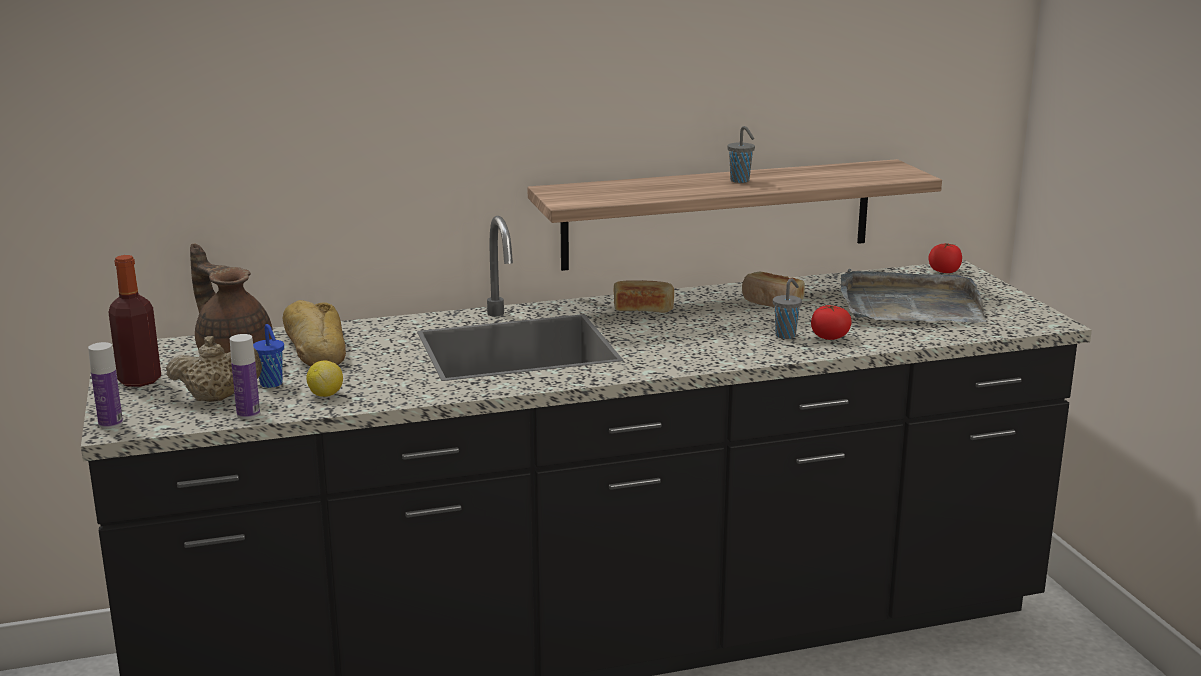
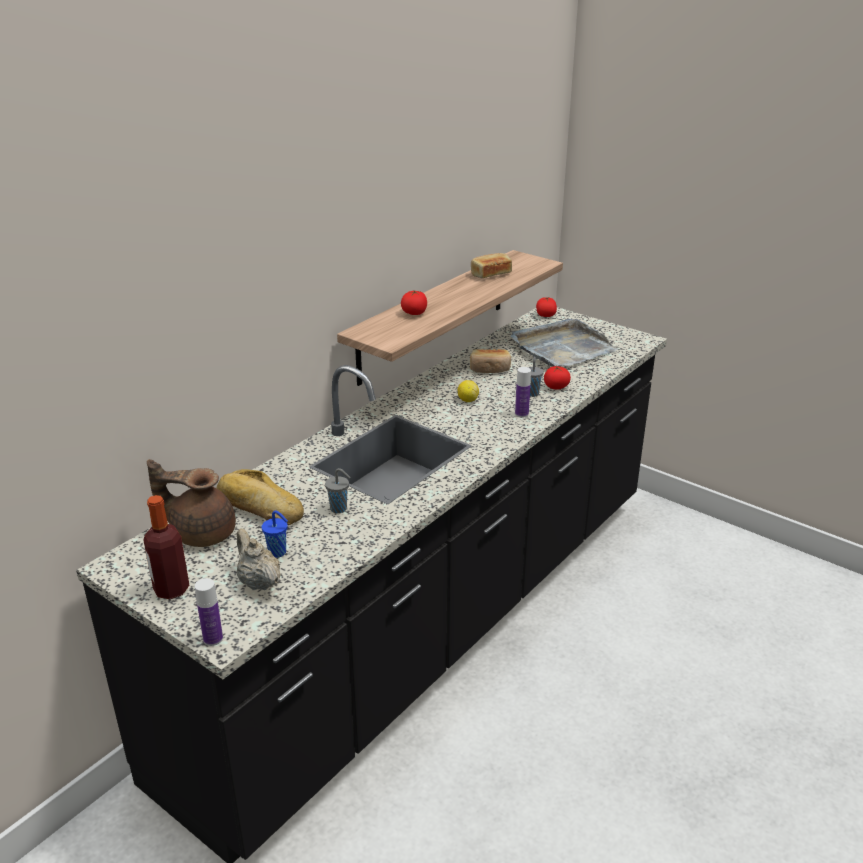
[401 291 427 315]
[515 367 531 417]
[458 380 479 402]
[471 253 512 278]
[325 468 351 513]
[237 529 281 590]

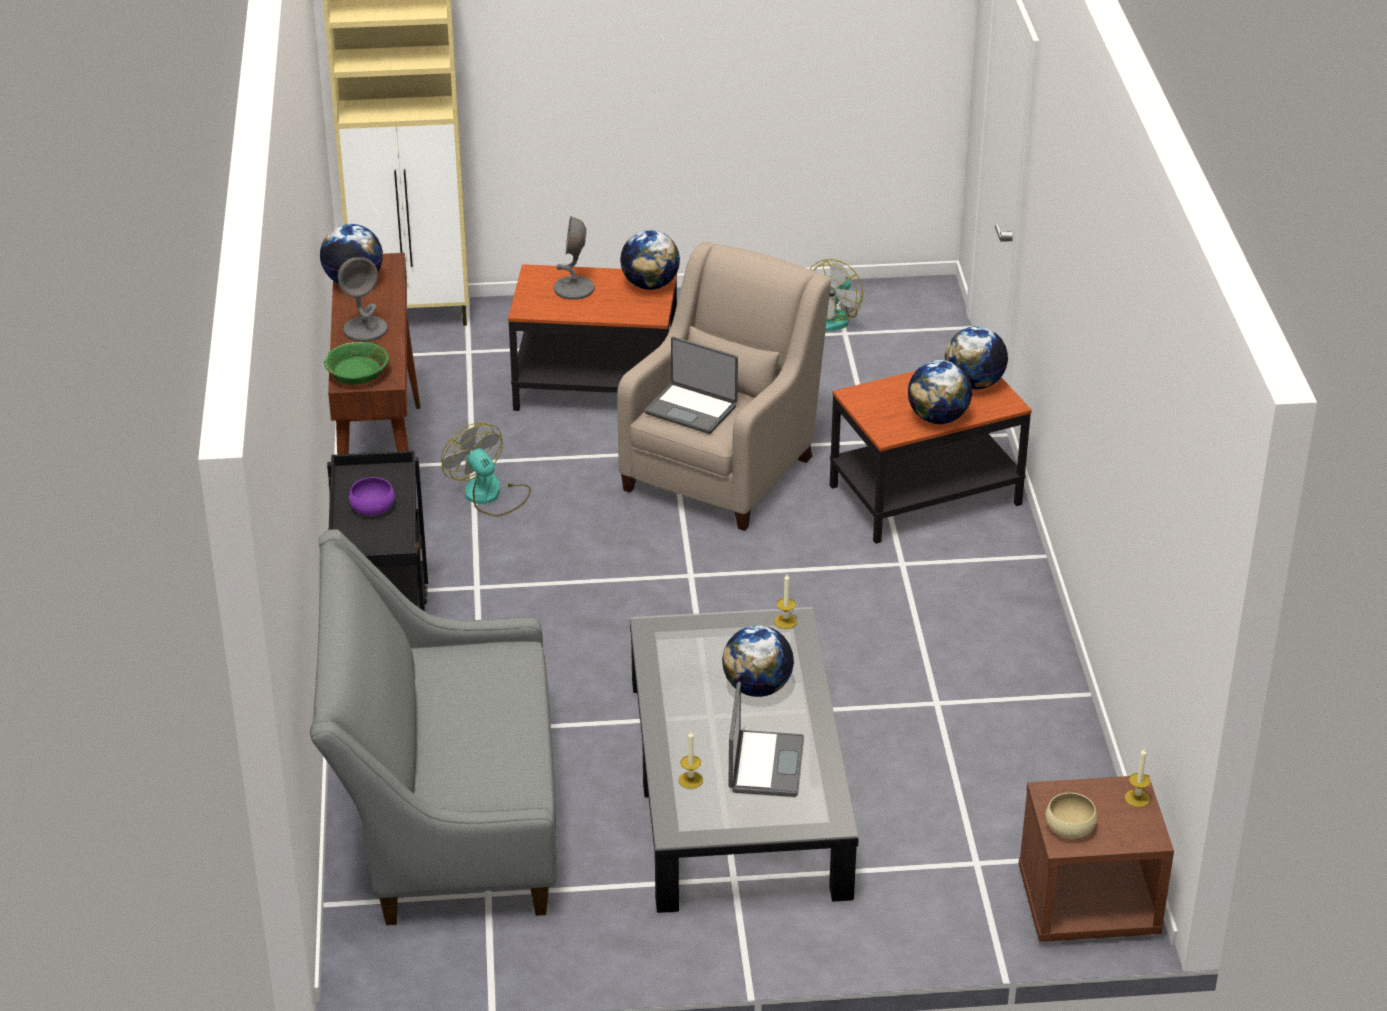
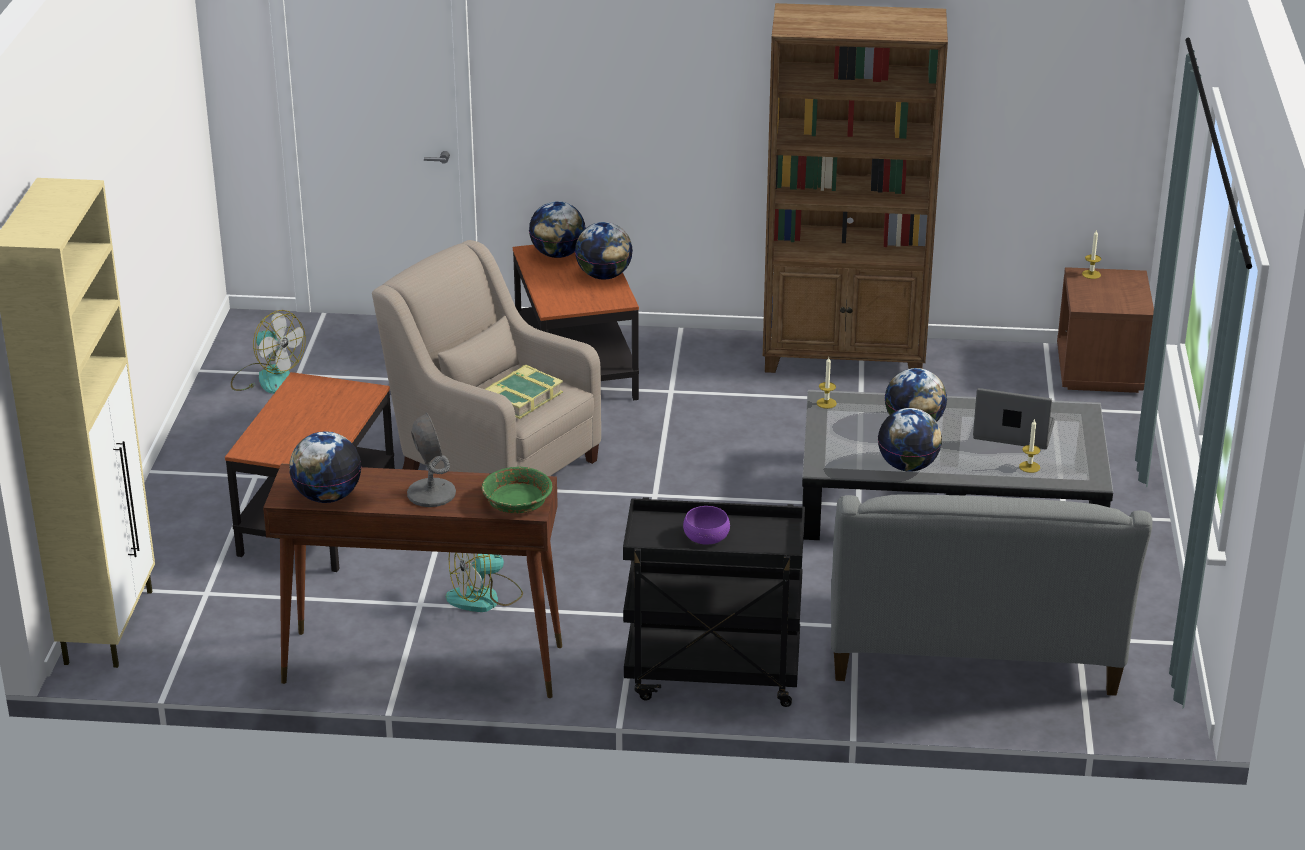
[554 216 595 300] (first image)
[1046 793 1097 839] (first image)
[763 3 948 373]
[878 408 942 472]
[485 365 563 419]

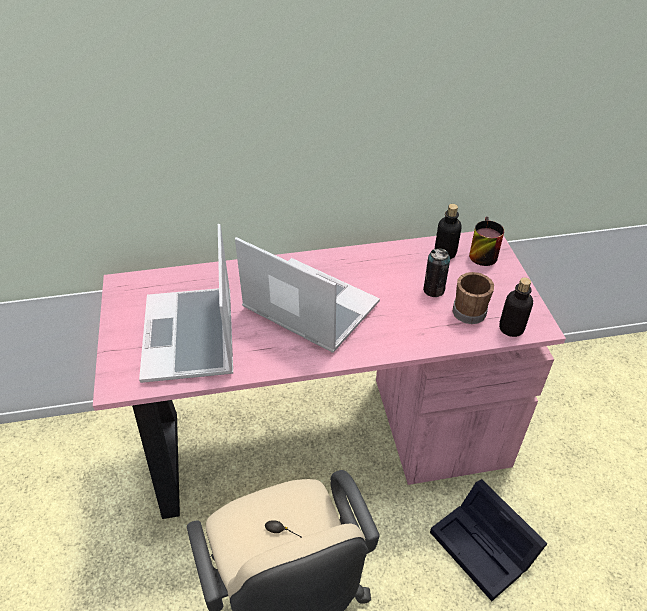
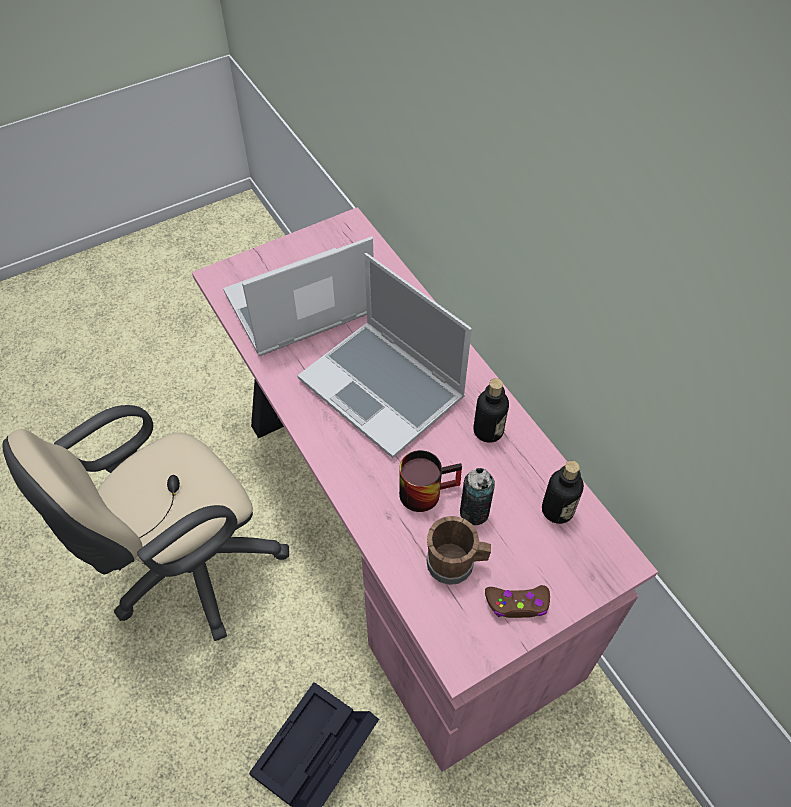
[485 585 550 618]
[399 450 462 512]
[473 378 509 443]
[297 253 472 458]

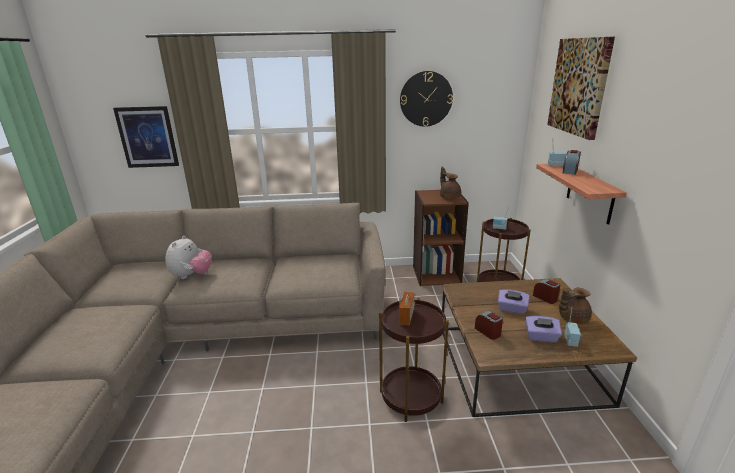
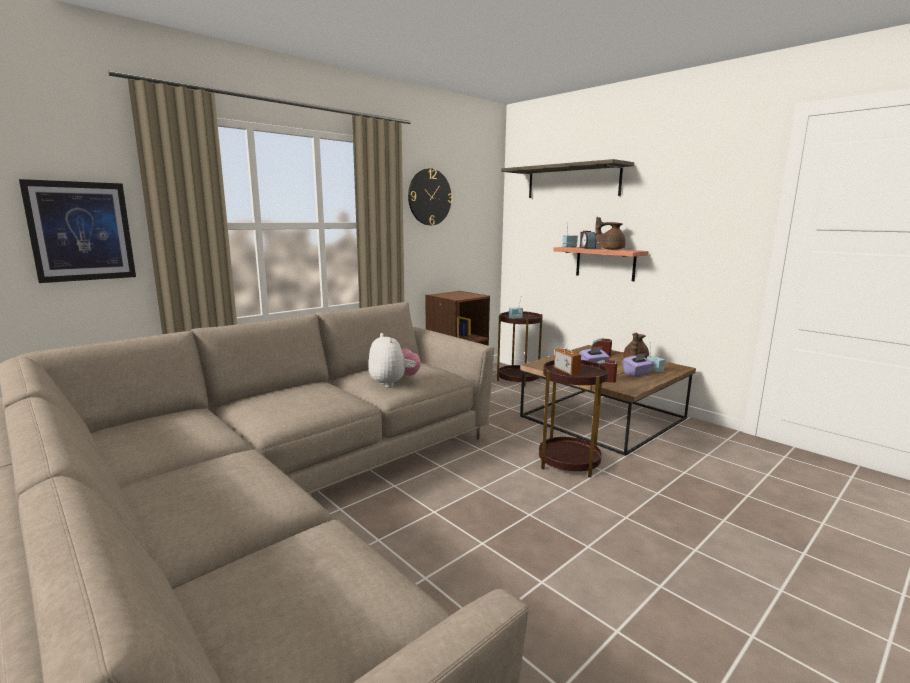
[369 333 421 388]
[595 217 626 250]
[501 159 634 198]

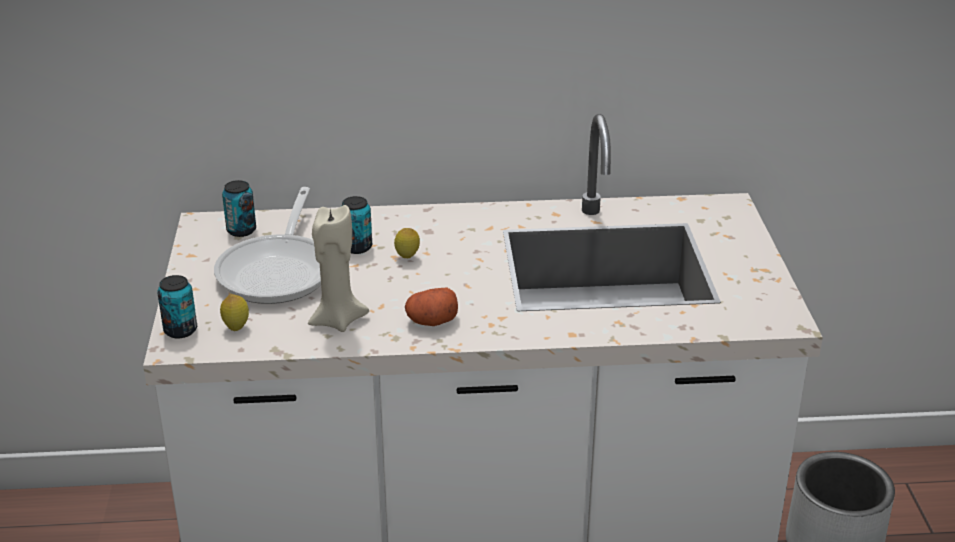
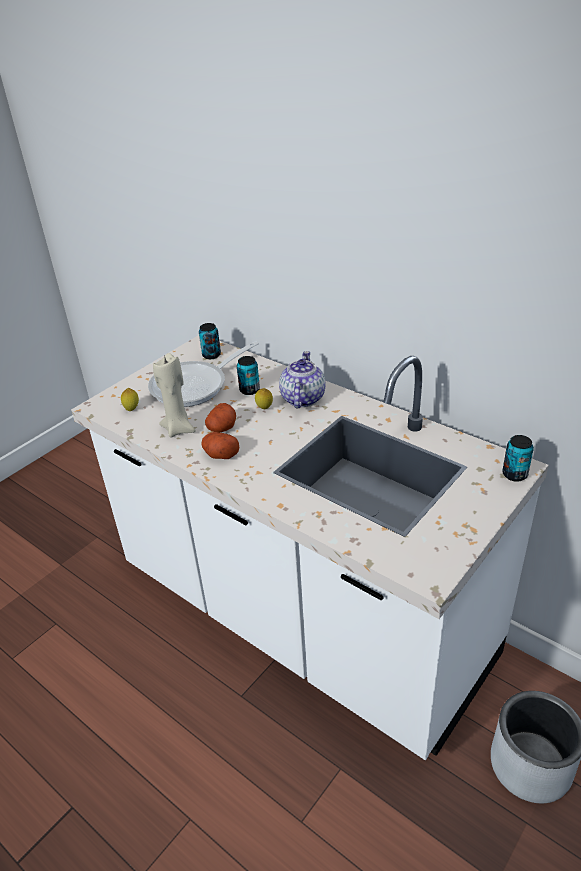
[205 403 236 432]
[279 351 326 408]
[502 435 534 482]

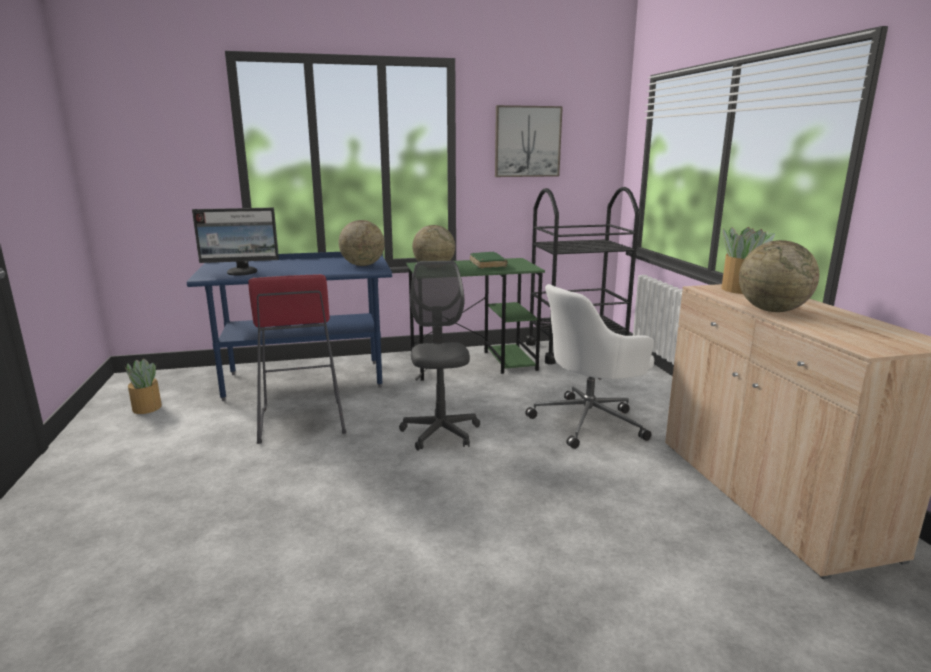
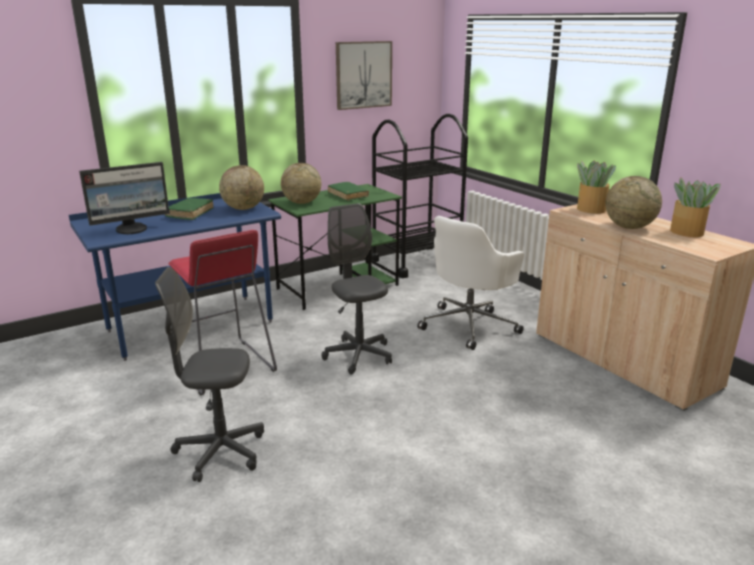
[155 267 264 482]
[165 198 214 220]
[670 177 721 237]

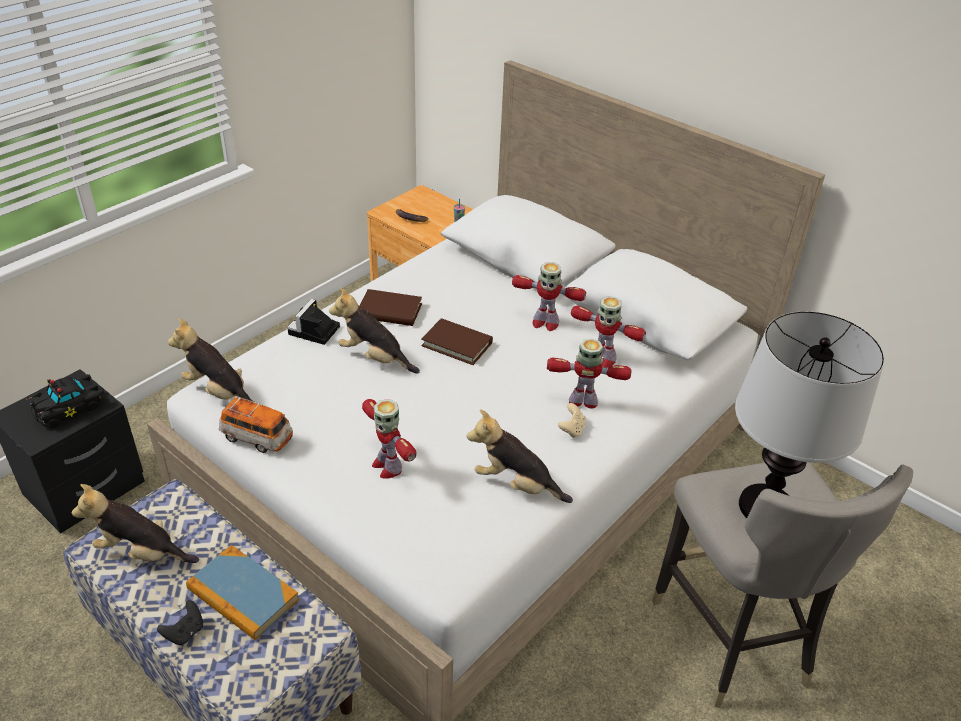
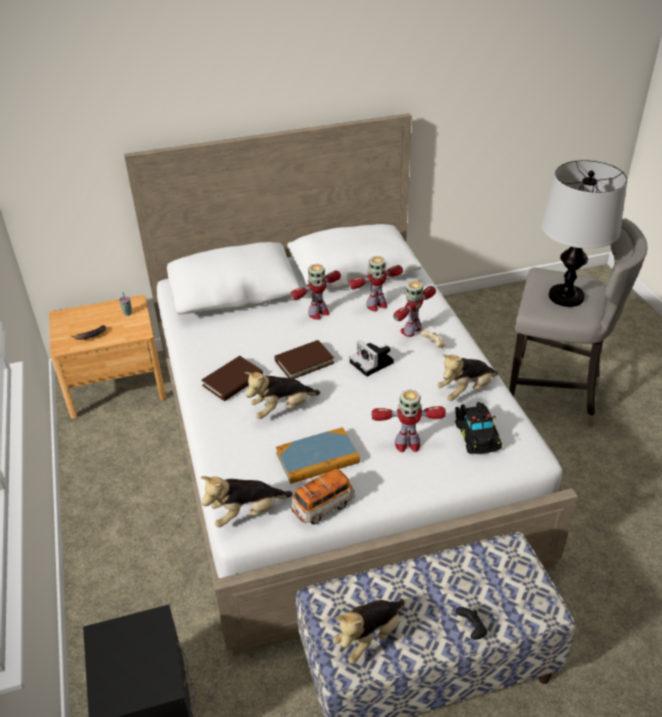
[455 402 502 454]
[276 427 360 484]
[350 340 394 377]

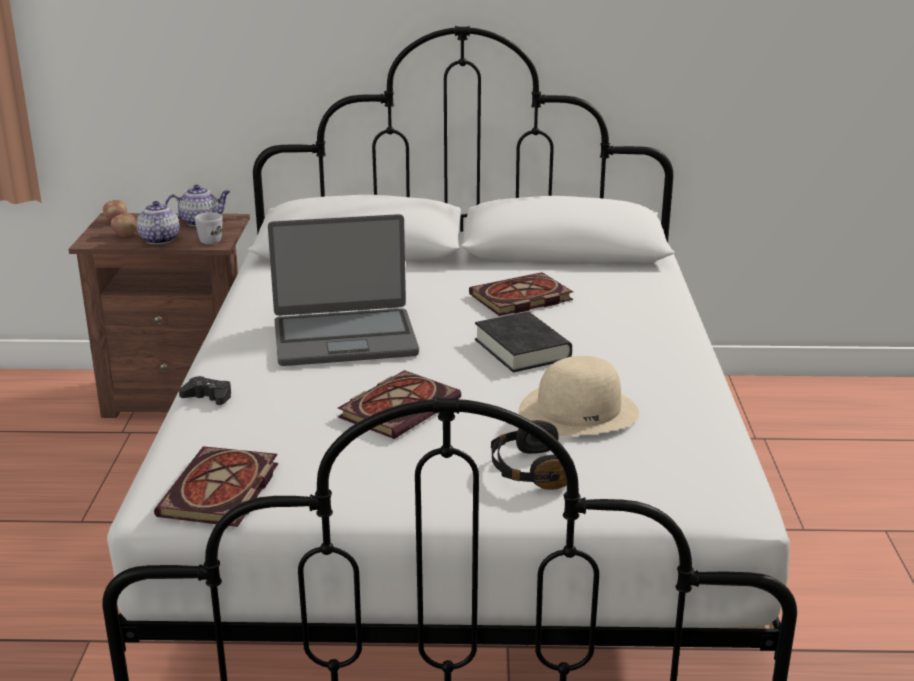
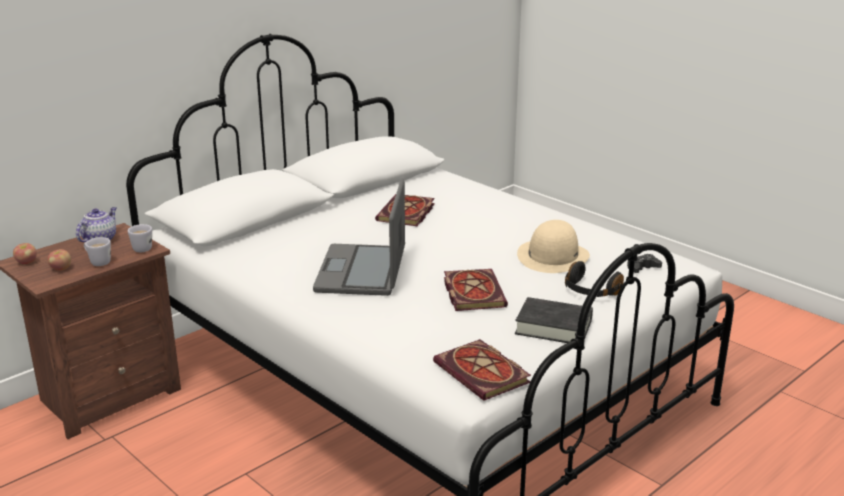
[627 254 662 273]
[515 297 593 343]
[84 237 111 266]
[313 179 405 296]

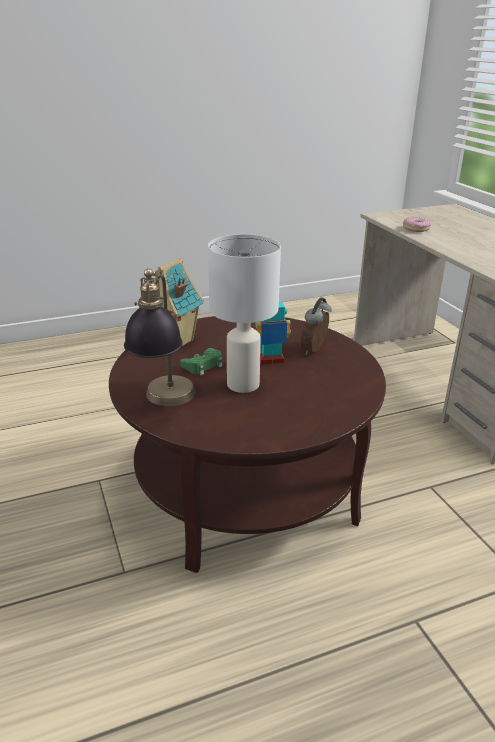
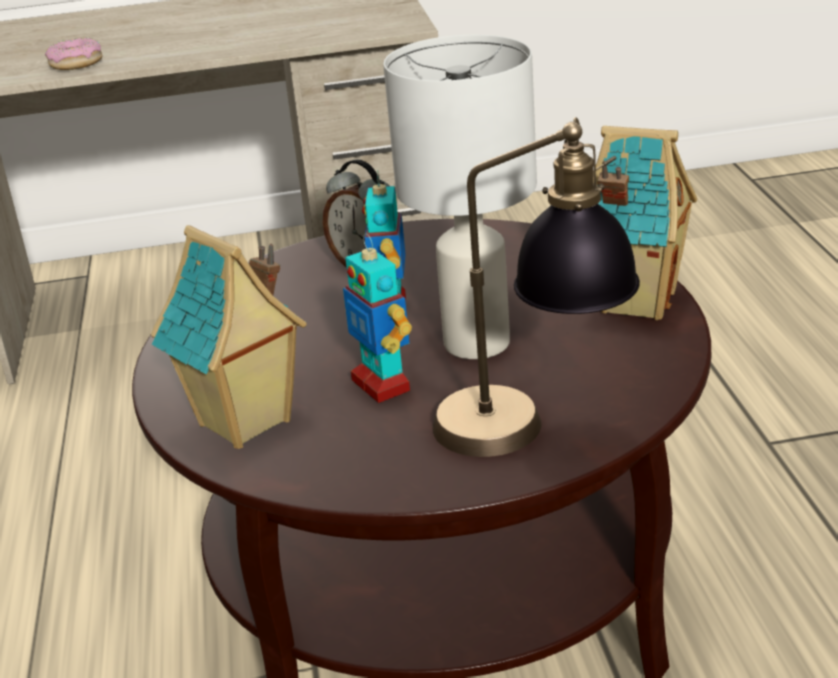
[593 126 697 320]
[343 233 412 403]

